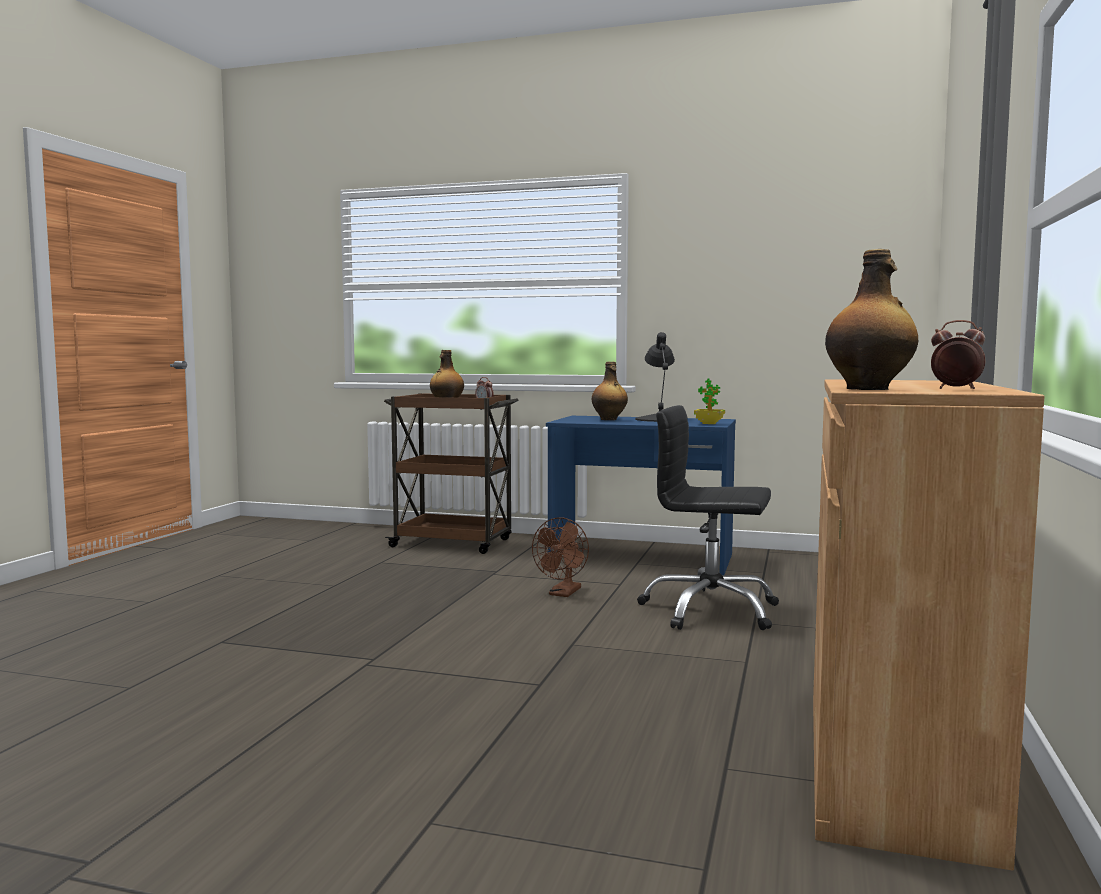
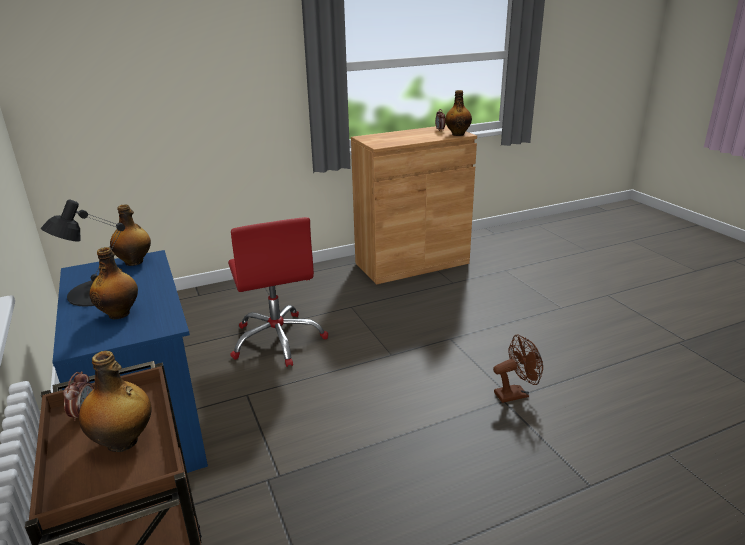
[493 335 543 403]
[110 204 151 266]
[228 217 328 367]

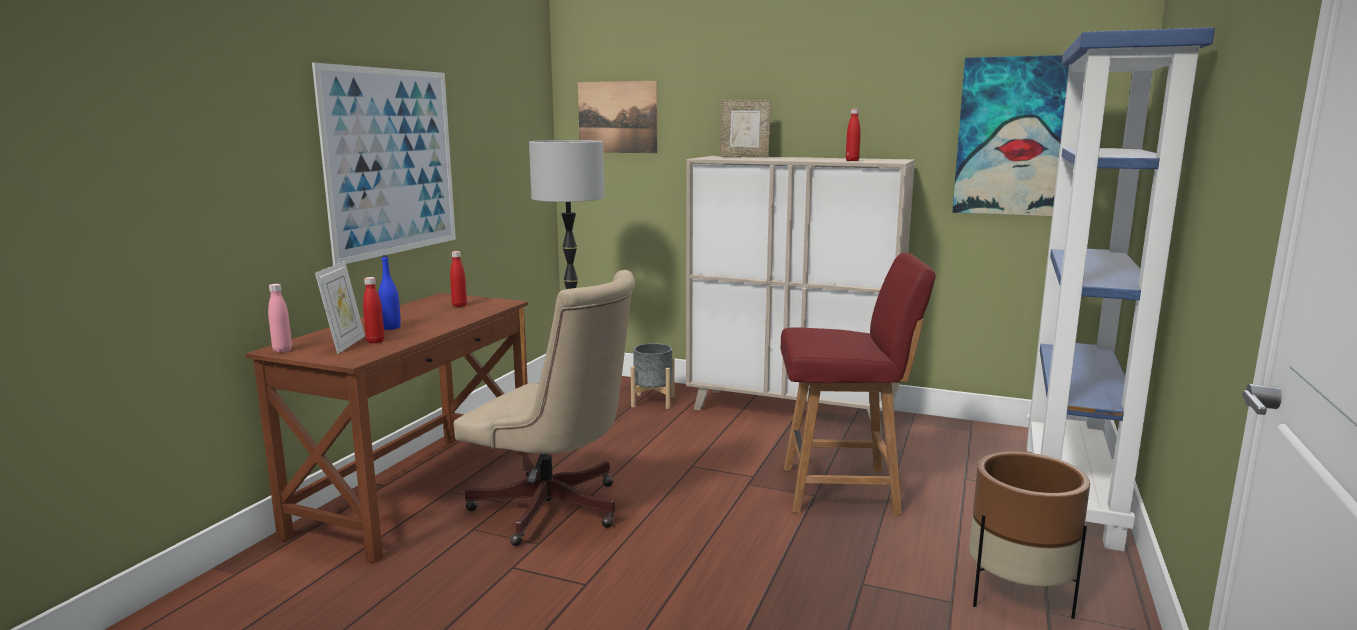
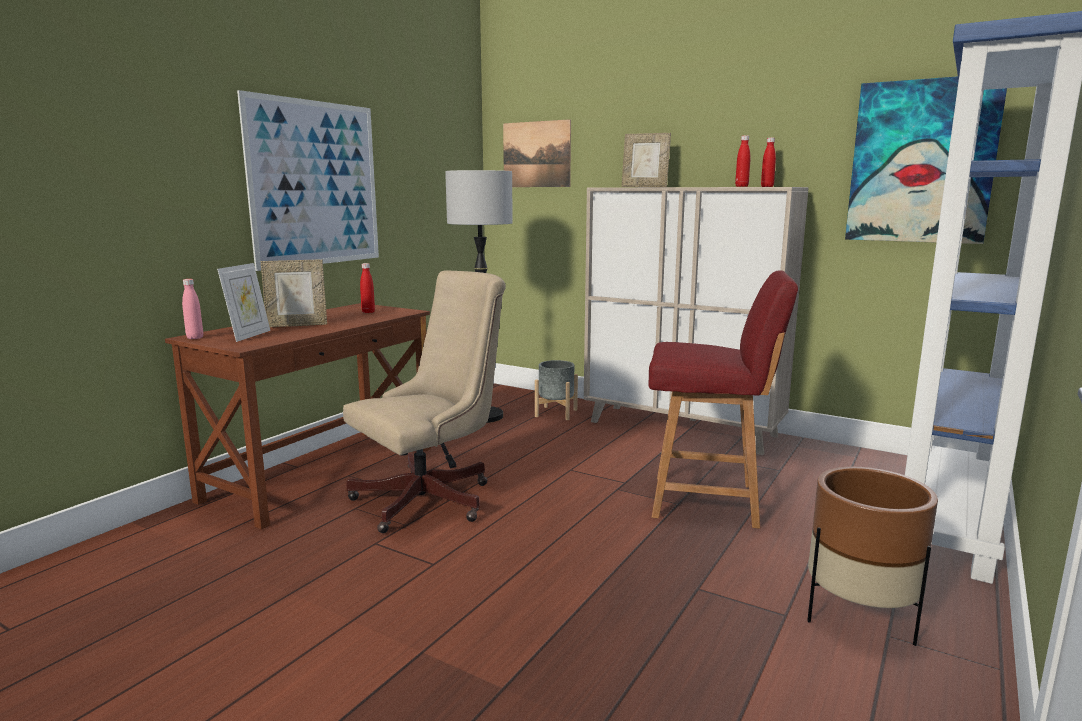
[761 138 776 187]
[261 260 327 327]
[343 270 506 533]

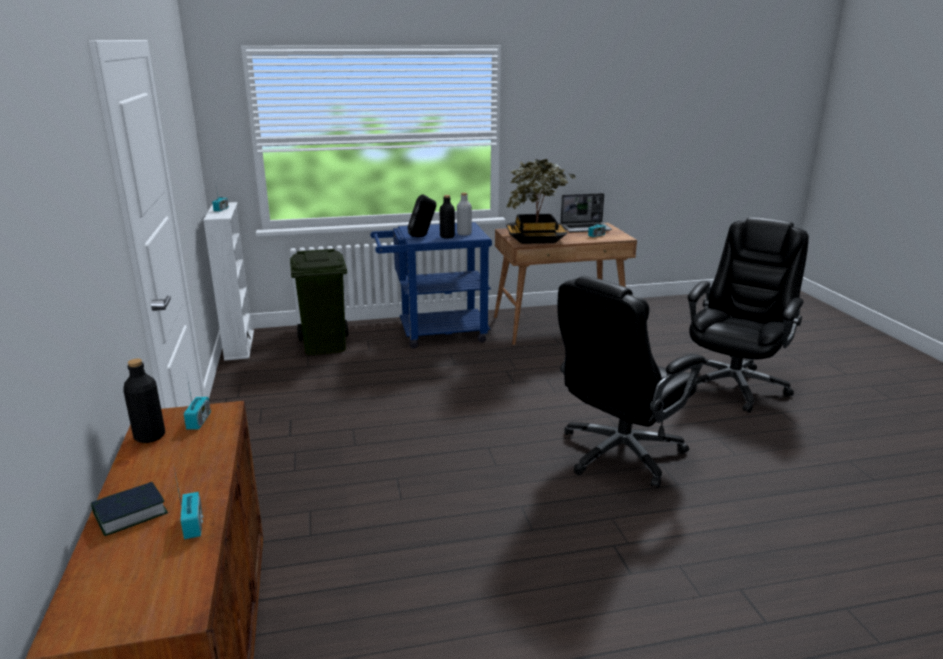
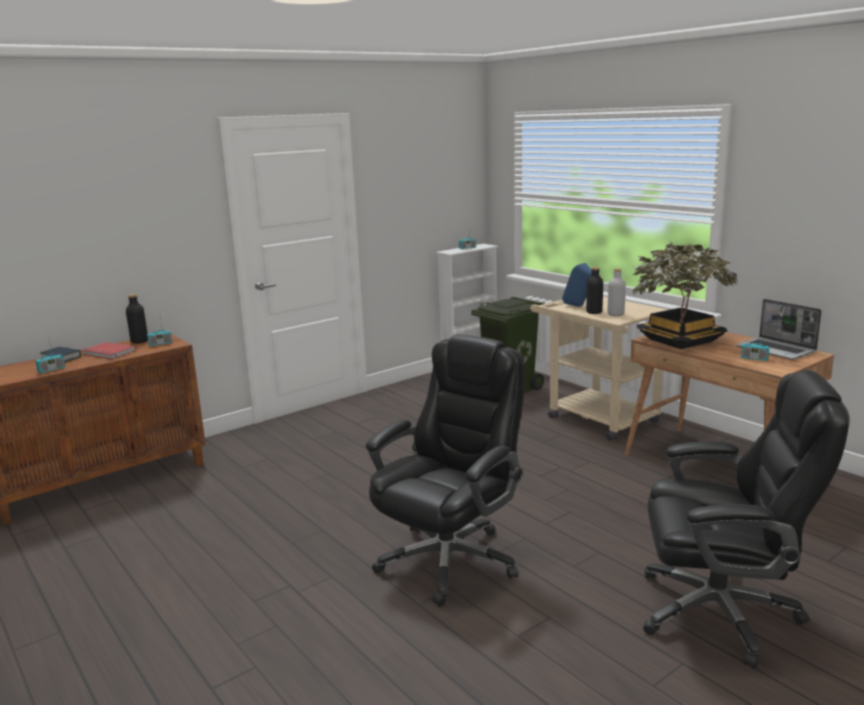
[82 342 136 359]
[530 296 668 441]
[562 263 592 307]
[366 334 525 607]

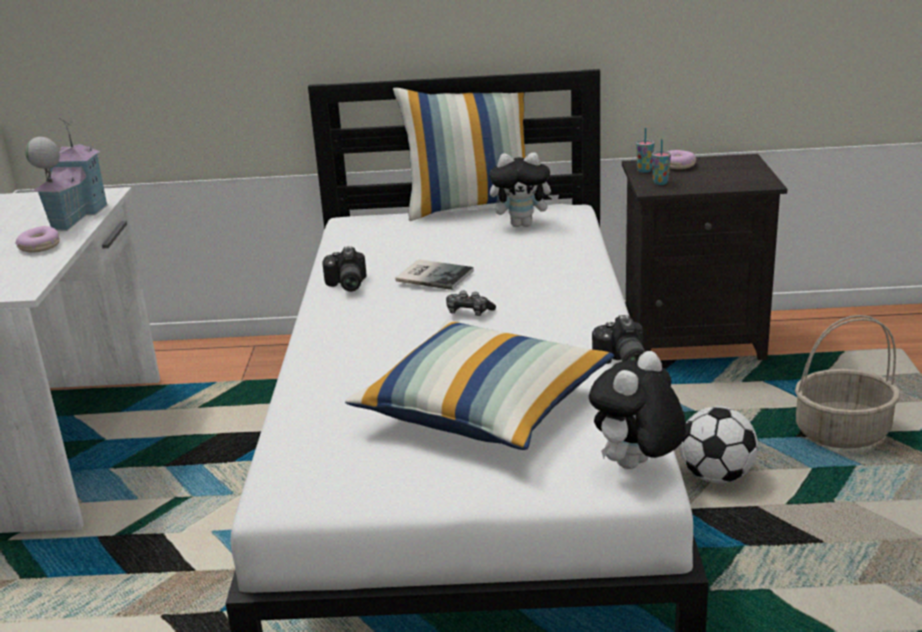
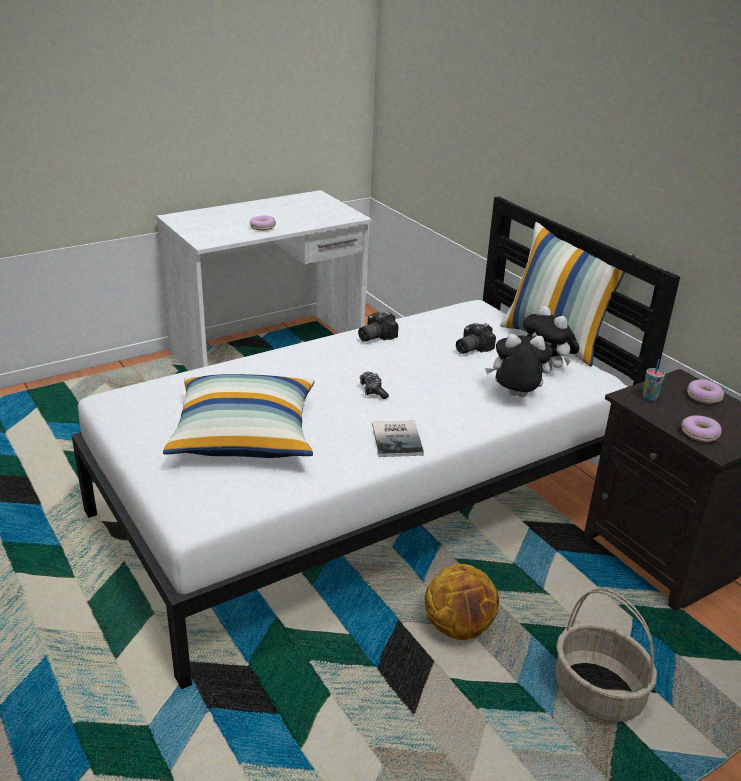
[25 118 108 231] (first image)
[636 128 654 173] (first image)
[681 415 722 442]
[372 421 424 457]
[485 334 552 397]
[456 323 496 354]
[425 564 499 640]

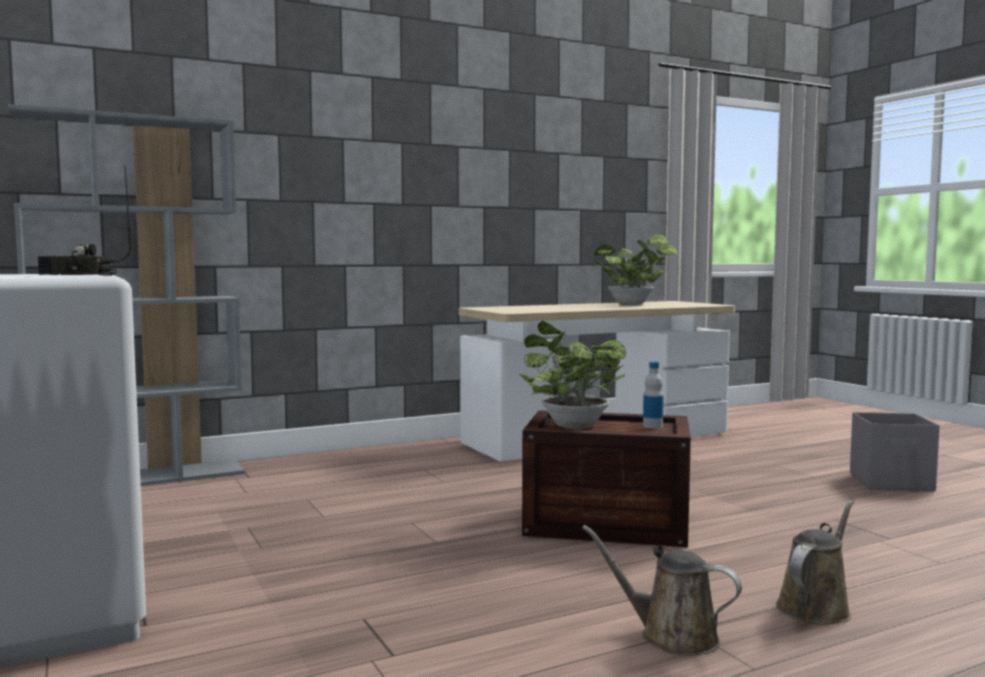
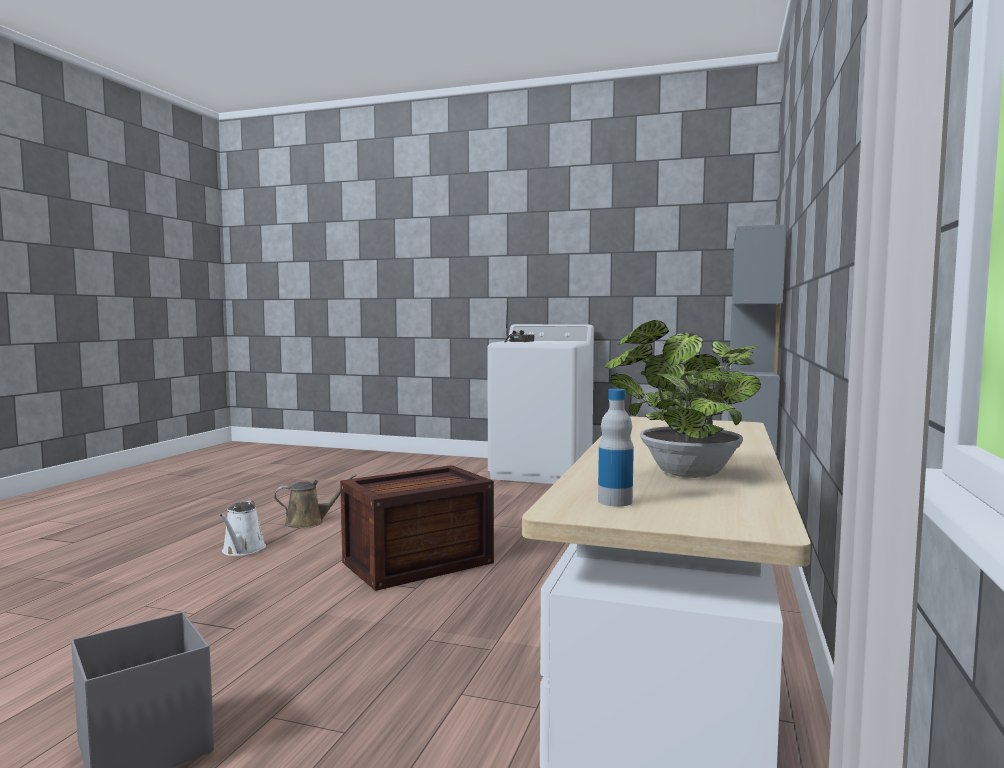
[519 321 626 429] (first image)
[598 389 634 506]
[219 500 266 556]

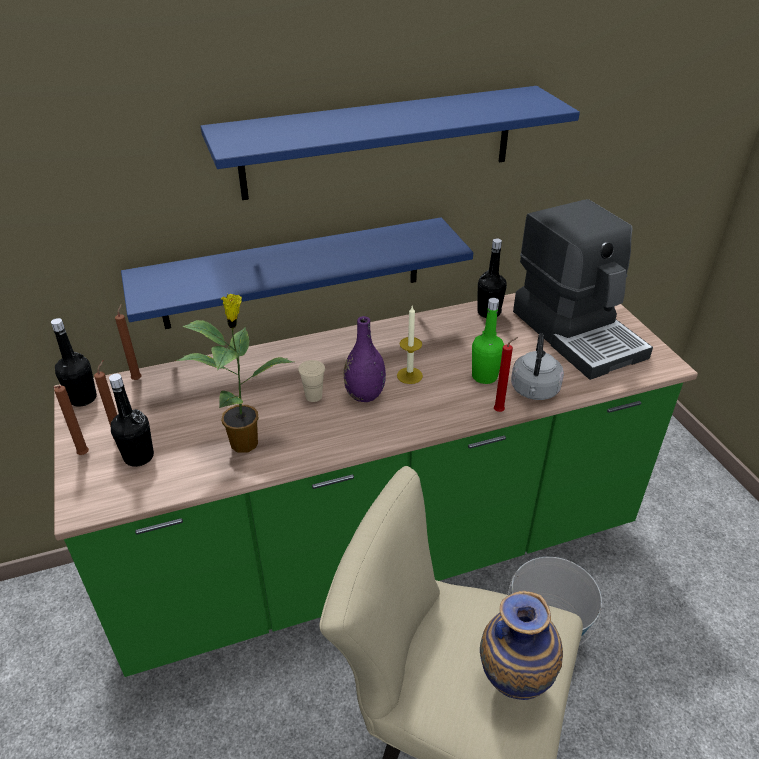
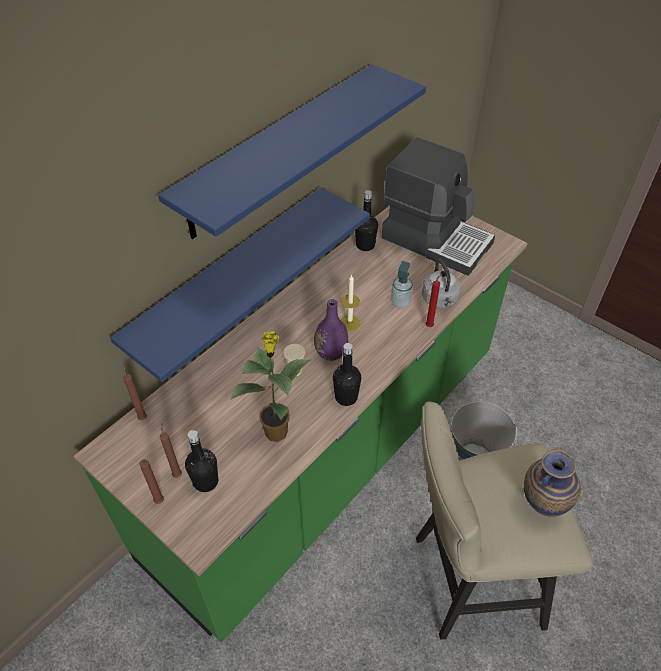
[333 343 361 406]
[391 261 413 308]

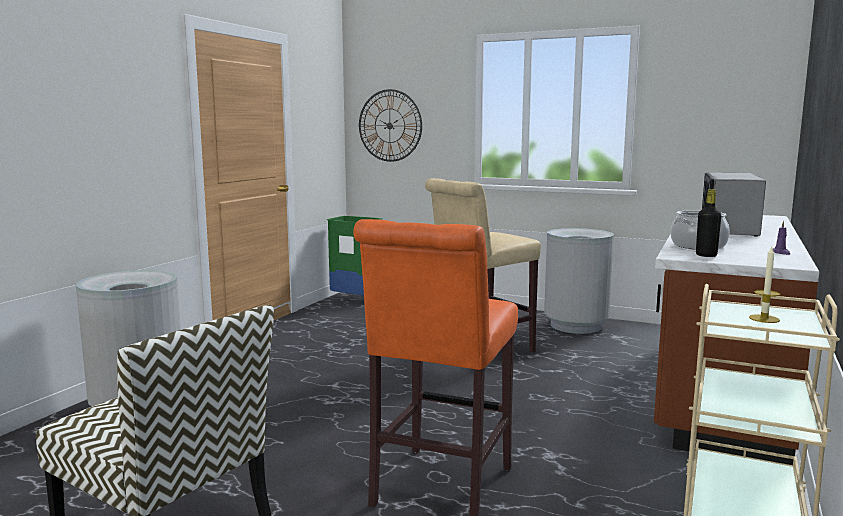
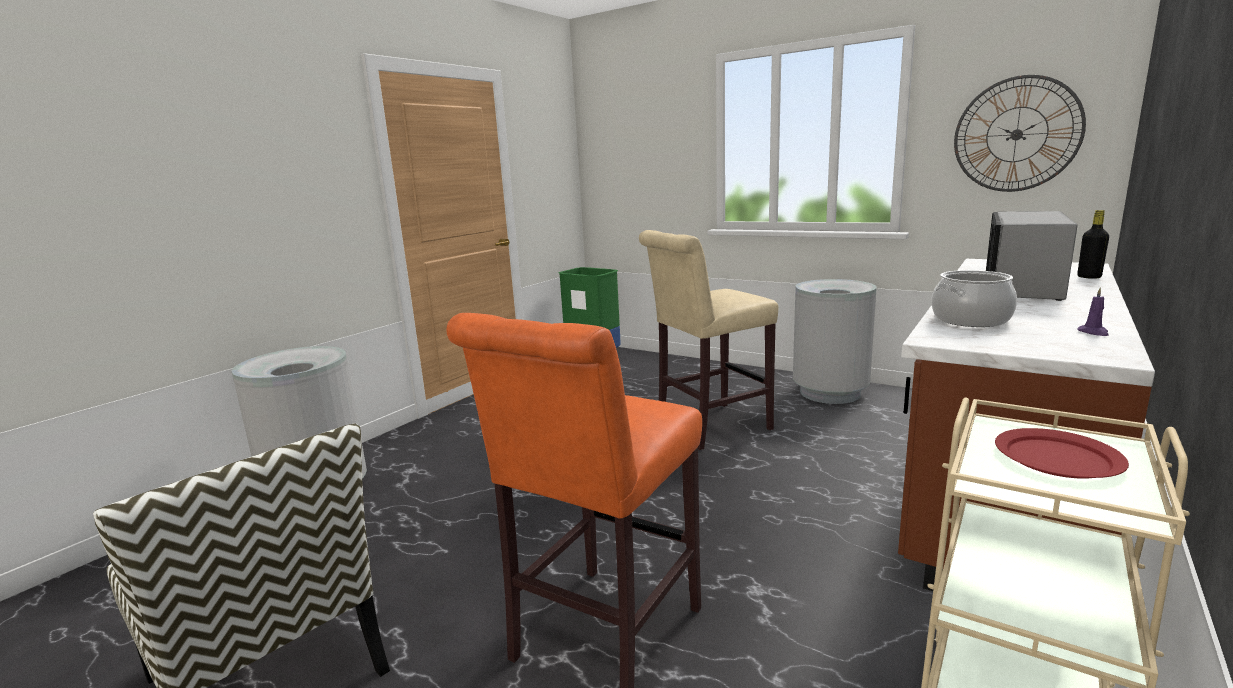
[954 75 1086 192]
[1077 210 1109 279]
[995 428 1129 479]

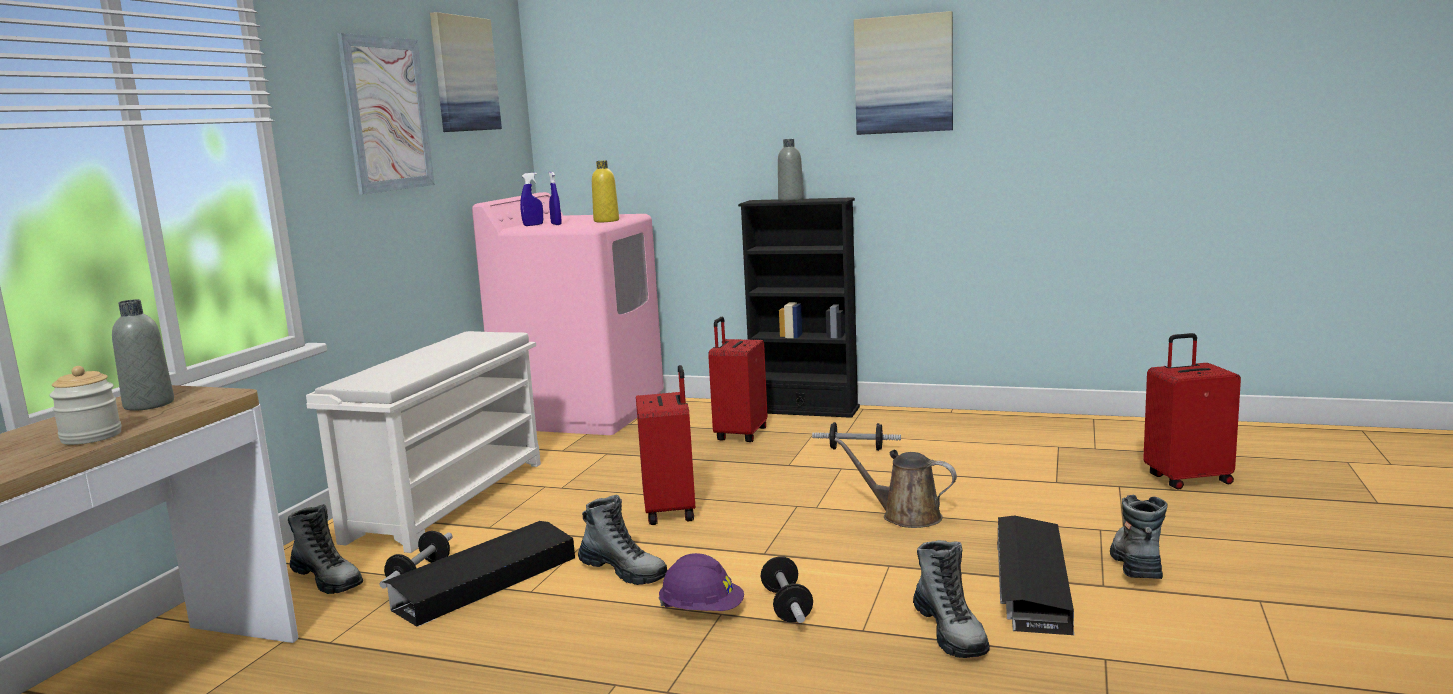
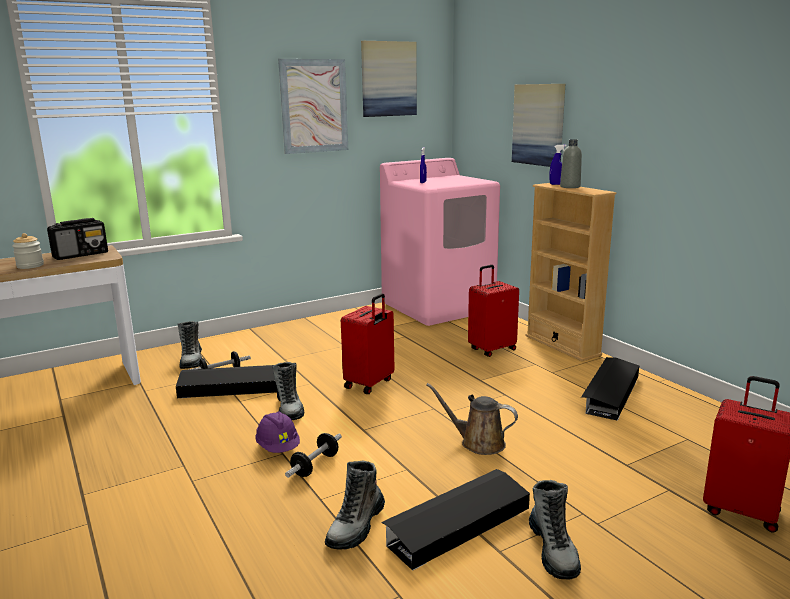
[306 331 541 553] (first image)
[592 160 619 222] (first image)
[812 422 901 451] (first image)
[581 357 639 421]
[549 145 567 185]
[512 84 565 167]
[47 218 108 260]
[525 183 616 361]
[426 383 518 455]
[529 480 581 580]

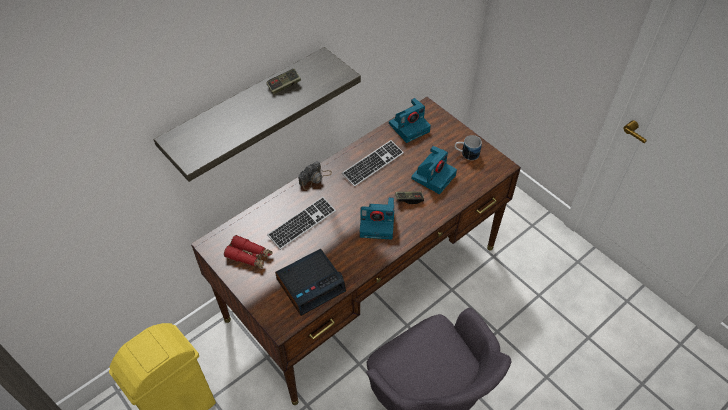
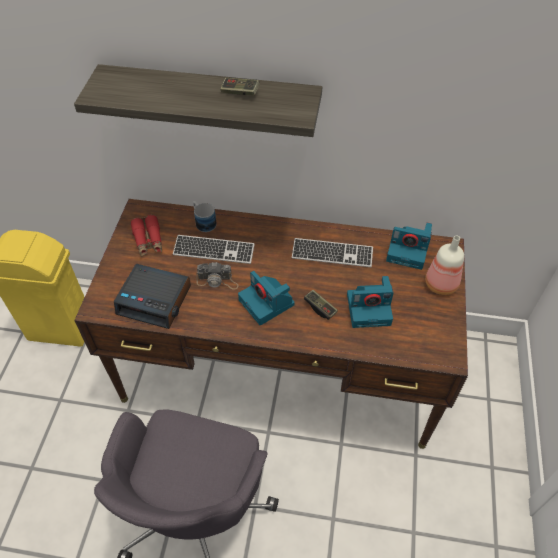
[425 235 464 295]
[196 262 238 290]
[193 201 217 232]

